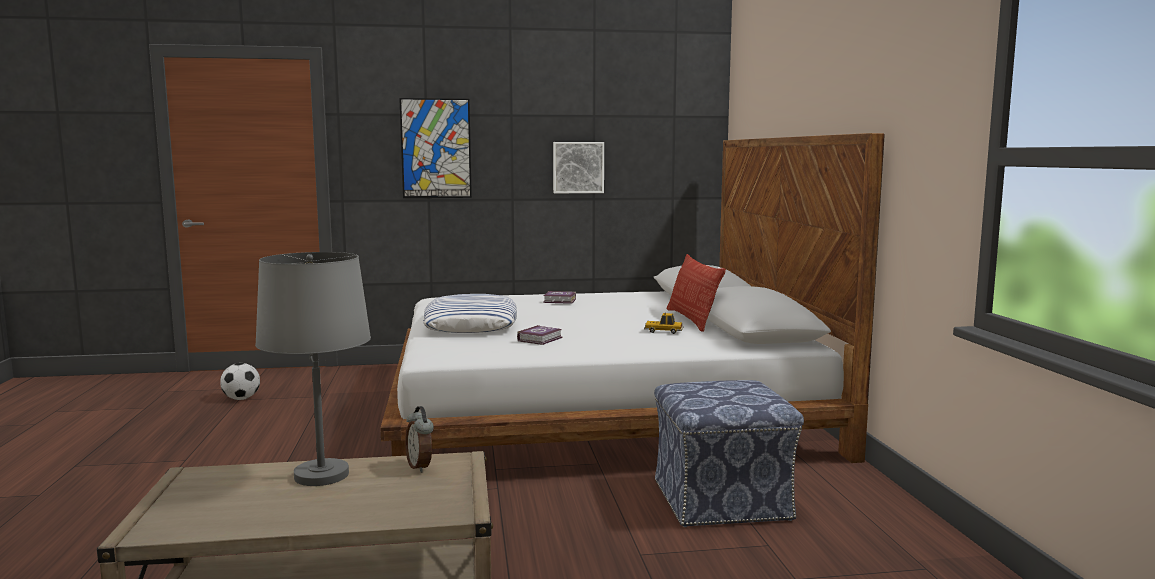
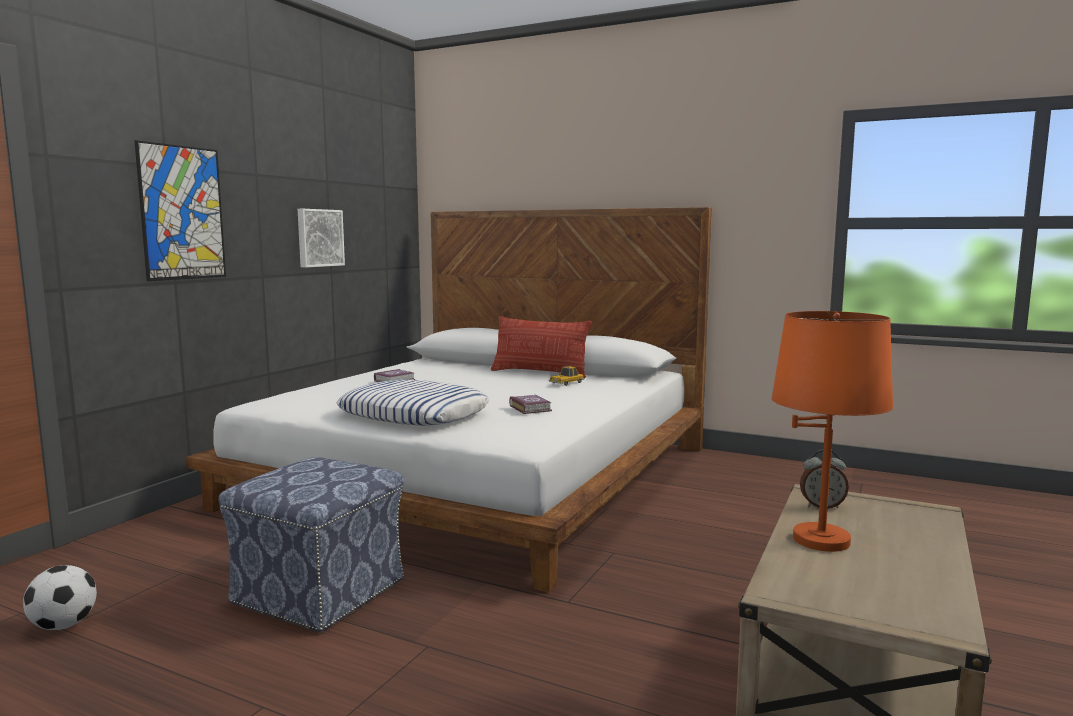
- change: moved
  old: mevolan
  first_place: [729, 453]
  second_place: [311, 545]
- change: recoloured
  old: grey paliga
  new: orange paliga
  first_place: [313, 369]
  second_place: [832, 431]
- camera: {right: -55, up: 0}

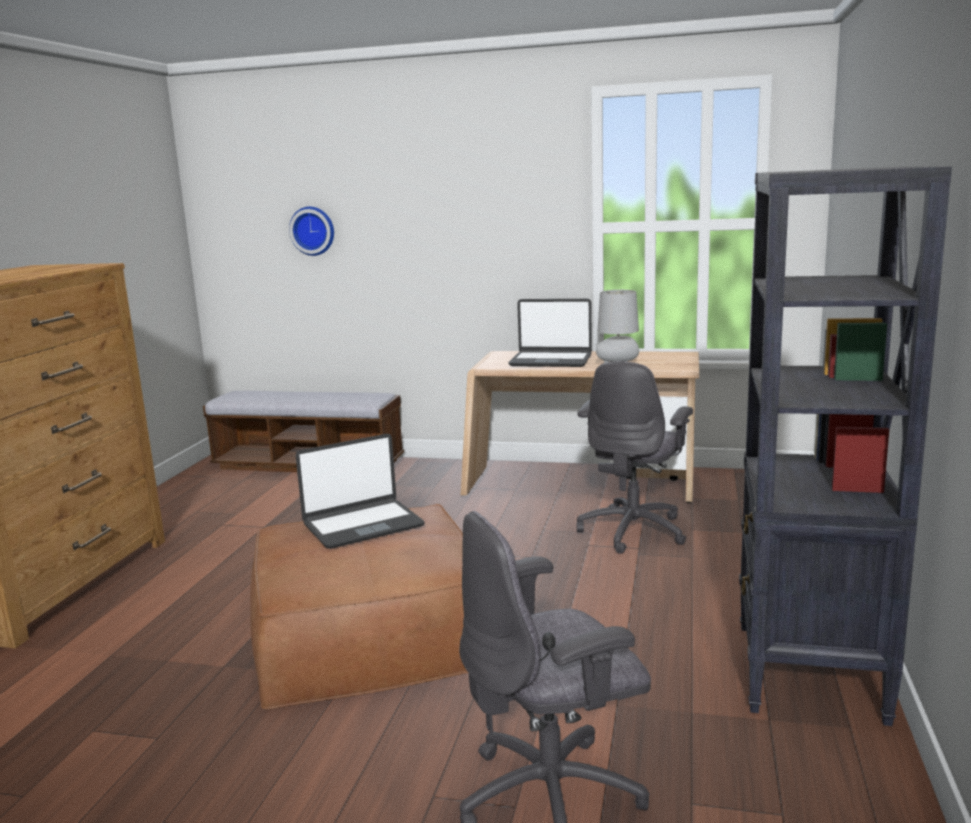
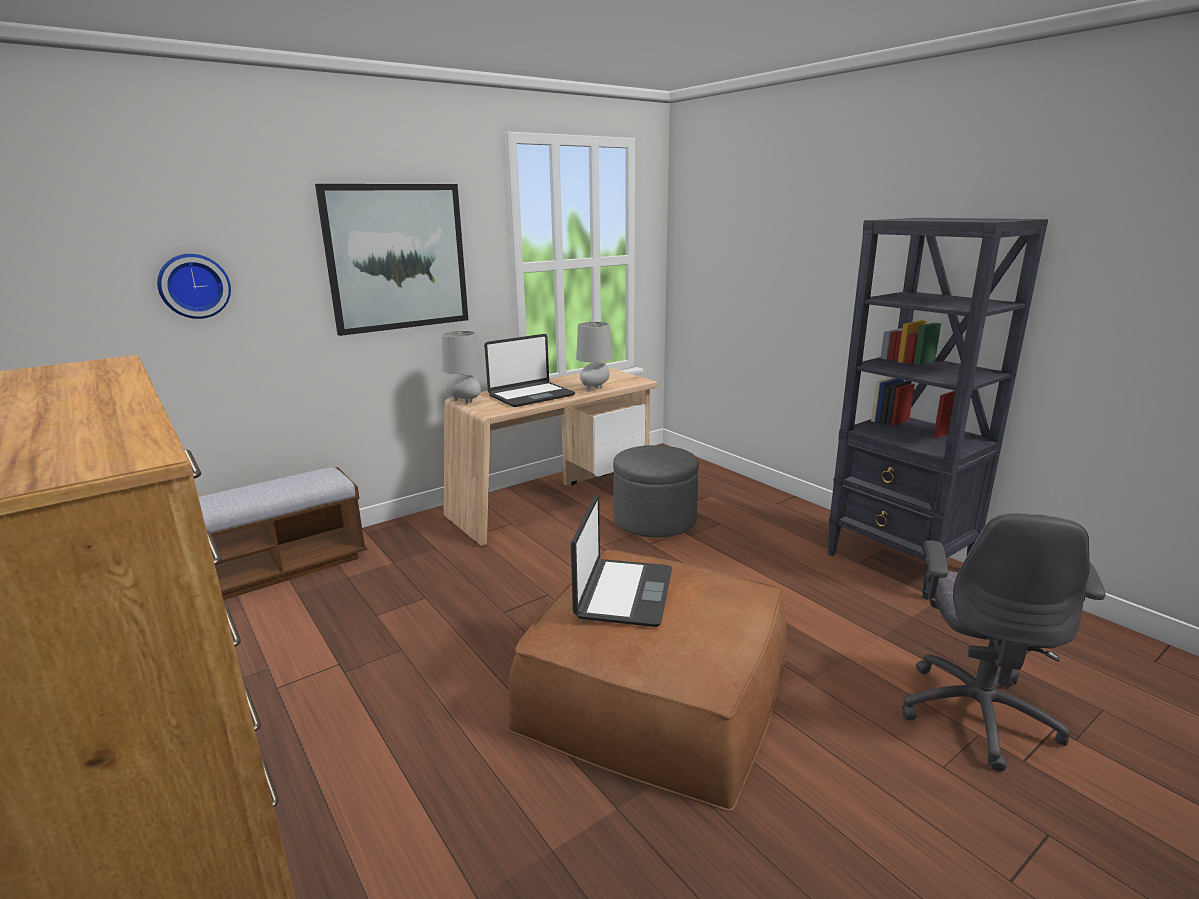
- change: added
  new: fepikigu
  second_place: [391, 260]
- change: added
  new: grey paliga
  second_place: [461, 367]
- change: replaced
  old: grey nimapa
  new: grey mevolan
  first_place: [634, 457]
  second_place: [656, 491]
- camera: {right: -50, up: 5}

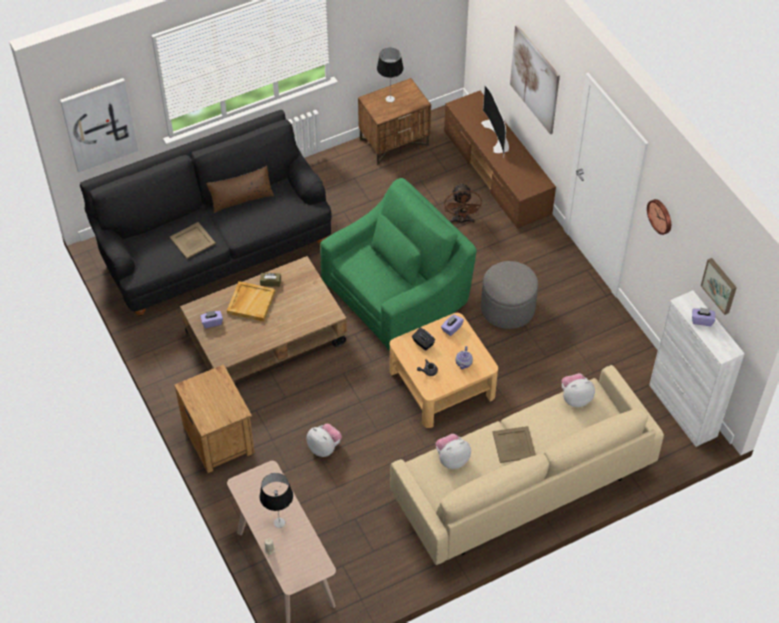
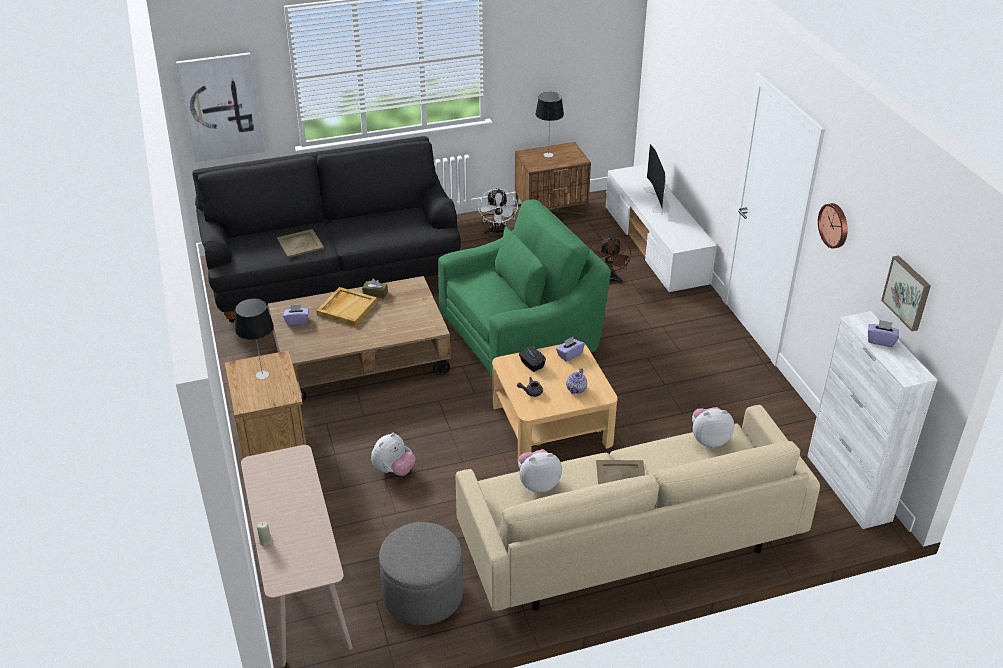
- change: removed
  old: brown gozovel
  first_place: [240, 189]
- change: removed
  old: fepikigu
  first_place: [535, 79]
- change: added
  new: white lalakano
  second_place: [498, 211]
- change: moved
  old: paliga
  first_place: [276, 500]
  second_place: [254, 339]
- change: moved
  old: grey mevolan
  first_place: [509, 295]
  second_place: [421, 573]
- change: recoloured
  old: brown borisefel
  new: white borisefel
  first_place: [500, 159]
  second_place: [661, 228]
- change: turned
  old: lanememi
  first_place: [324, 440]
  second_place: [393, 454]
  degrees: 75
- camera: {right: 10, up: -15}

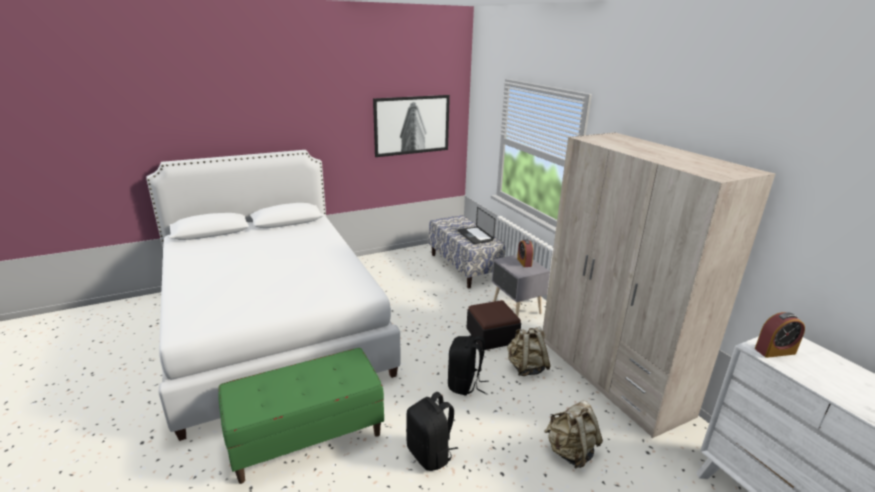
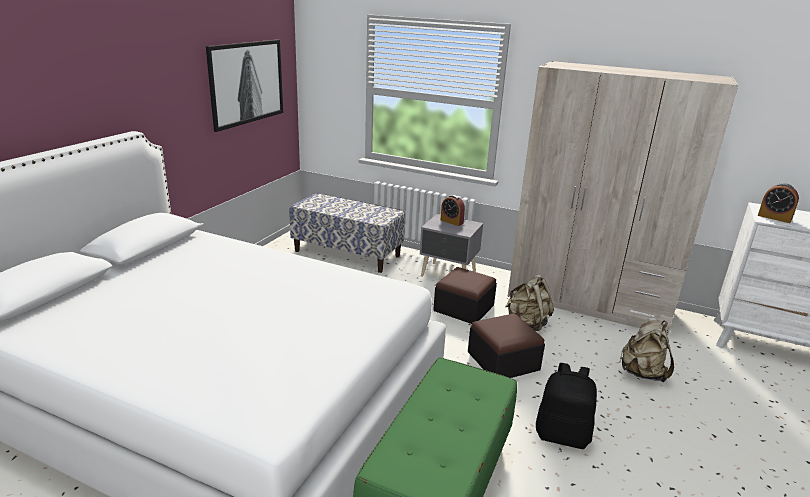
- change: removed
  old: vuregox
  first_place: [476, 225]
- change: replaced
  old: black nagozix
  new: mevolan
  first_place: [468, 365]
  second_place: [506, 345]
- change: turned
  old: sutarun
  first_place: [780, 335]
  second_place: [778, 203]
  degrees: 90
- camera: {right: -40, up: 0}

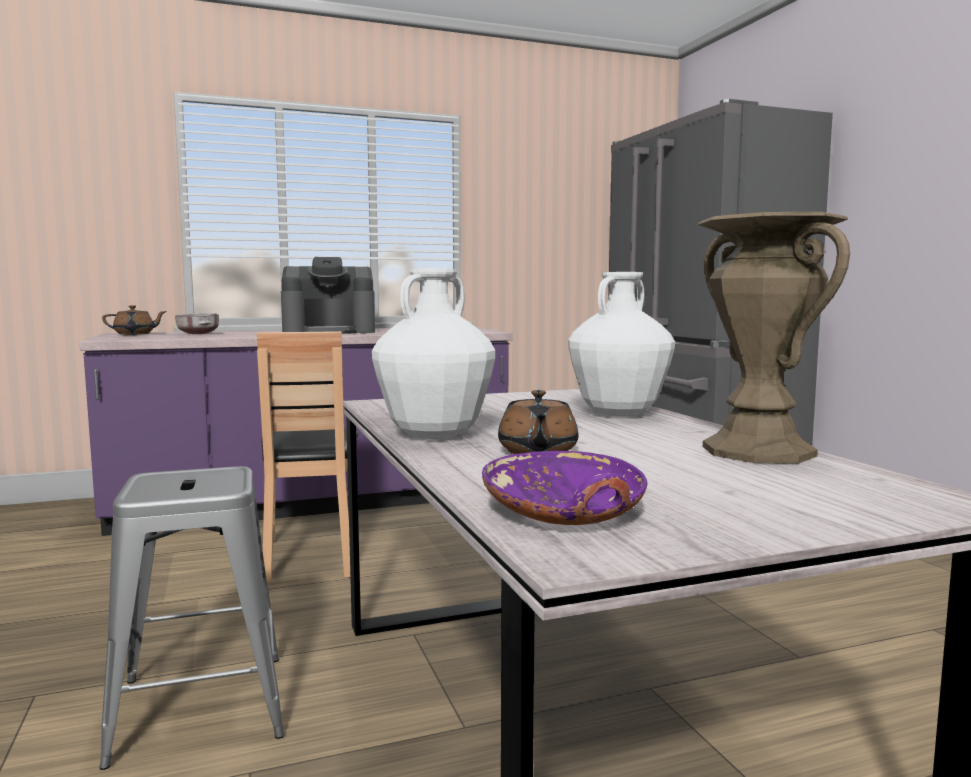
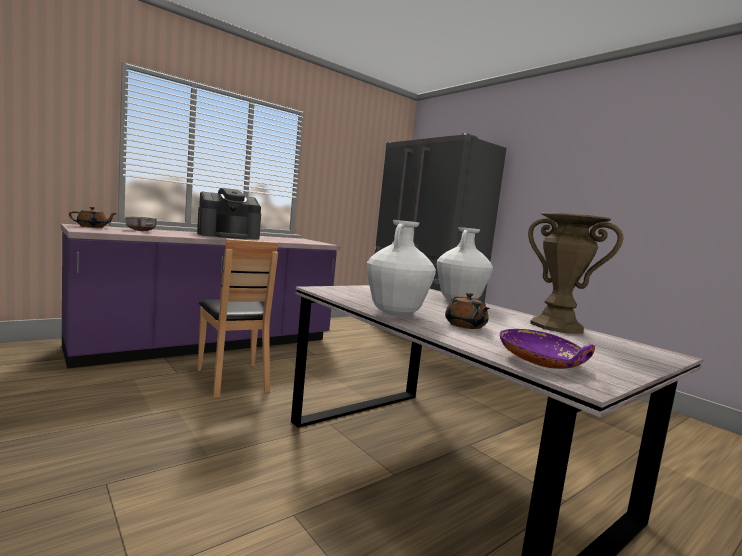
- change: removed
  old: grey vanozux
  first_place: [191, 618]
- camera: {right: -20, up: 0}

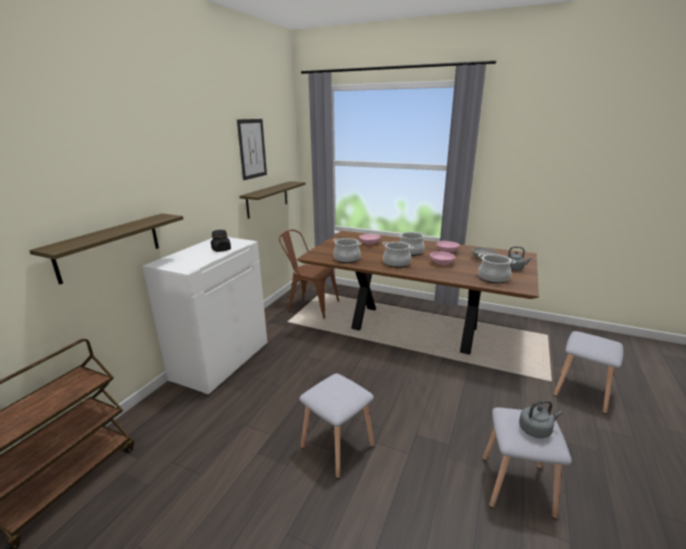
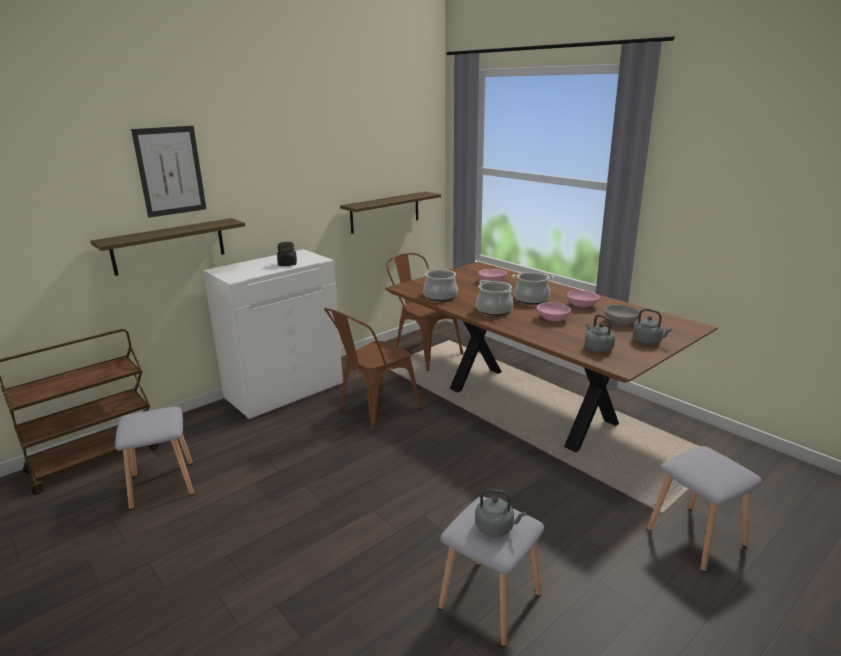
- change: added
  new: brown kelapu
  second_place: [373, 370]
- change: moved
  old: fepikigu
  first_place: [252, 149]
  second_place: [168, 172]
- change: moved
  old: grey vanozux
  first_place: [336, 426]
  second_place: [154, 458]
- change: replaced
  old: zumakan
  new: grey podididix
  first_place: [497, 269]
  second_place: [600, 333]
- camera: {right: 25, up: 0}

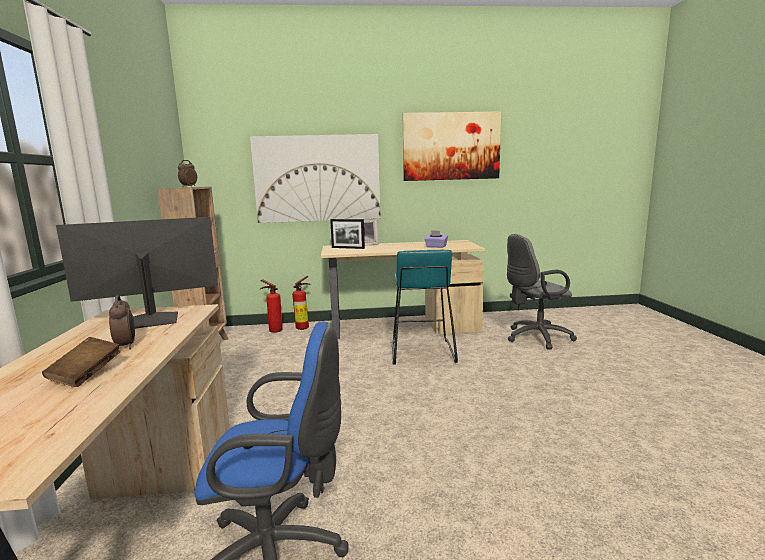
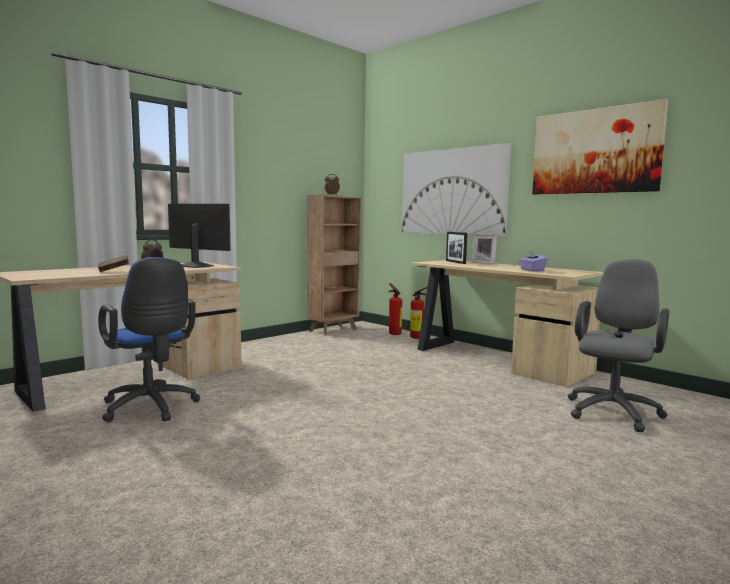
- change: removed
  old: turquoise vanozux
  first_place: [425, 307]
- change: turned
  old: grey nimapa
  first_place: [542, 292]
  second_place: [618, 345]
  degrees: 90
- camera: {right: 50, up: -5}

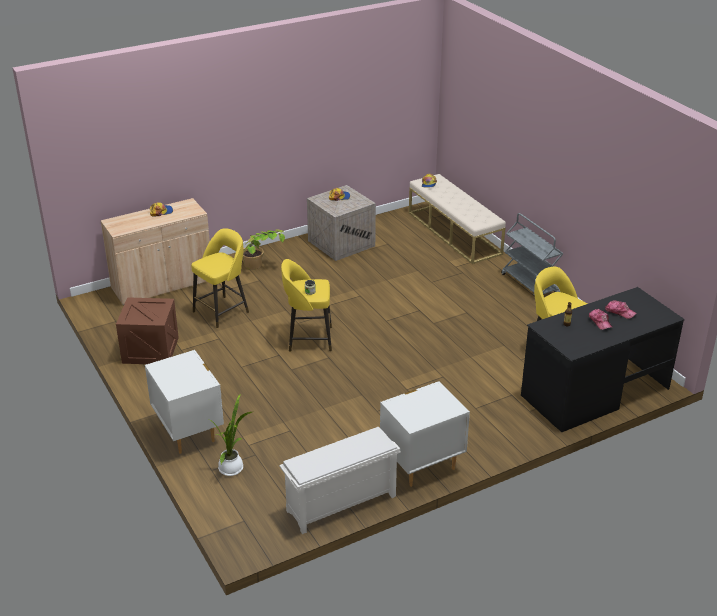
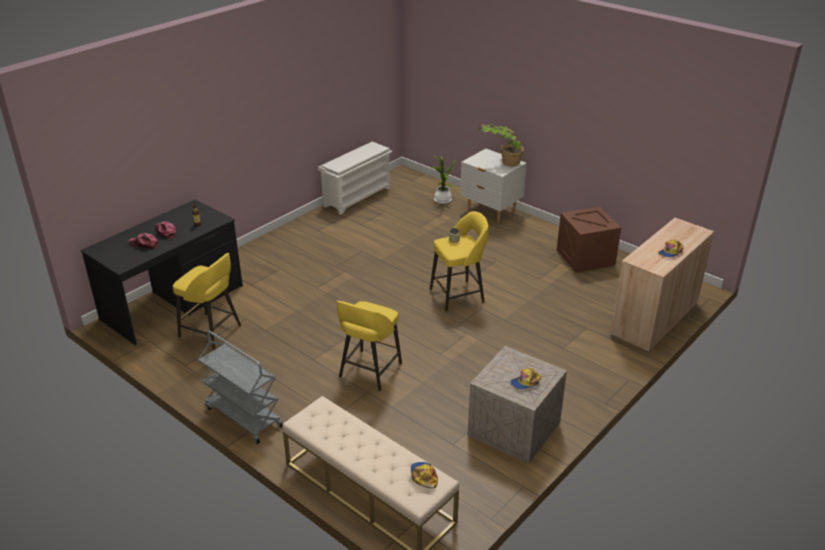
- change: removed
  old: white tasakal
  first_place: [425, 434]
- change: moved
  old: yellow vanozux
  first_place: [220, 278]
  second_place: [369, 345]
- change: moved
  old: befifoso
  first_place: [264, 249]
  second_place: [501, 145]
- camera: {right: 160, up: 0}

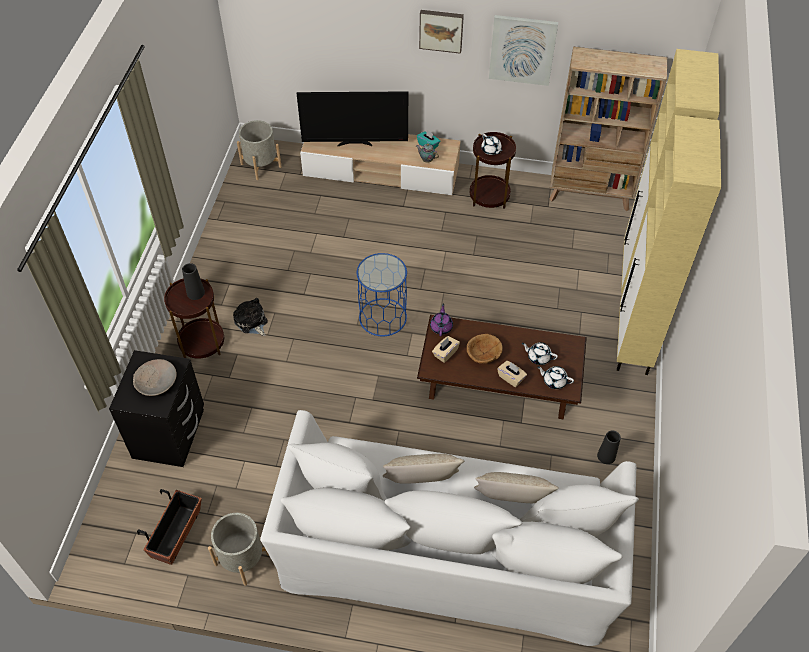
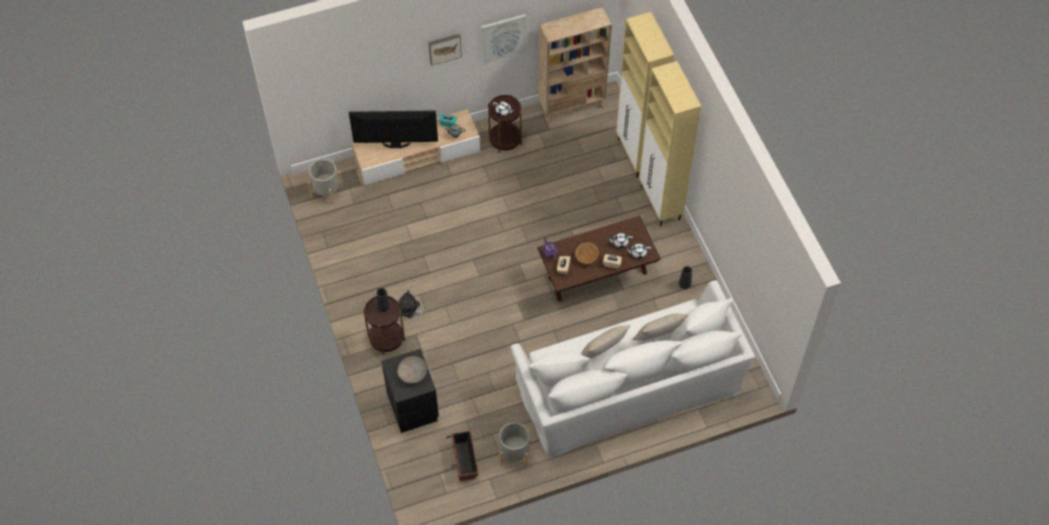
- change: removed
  old: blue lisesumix
  first_place: [382, 294]
- change: turned
  old: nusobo
  first_place: [352, 119]
  second_place: [393, 129]
  degrees: -150
- camera: {right: -30, up: 5}

